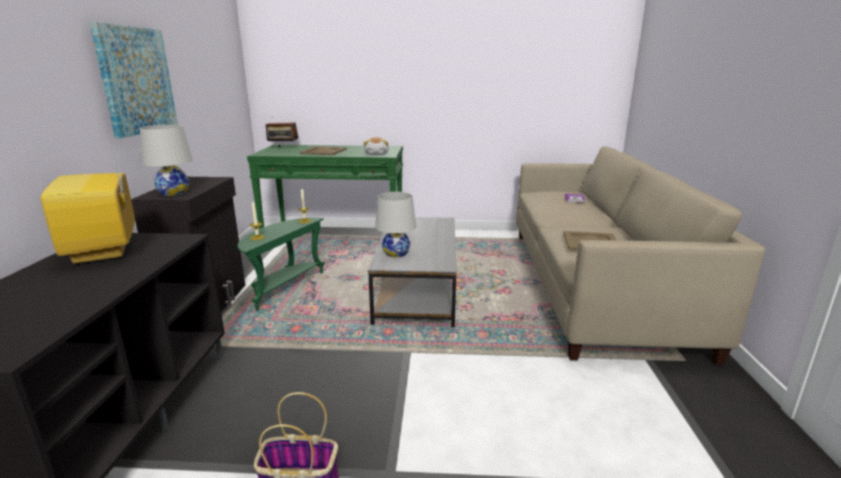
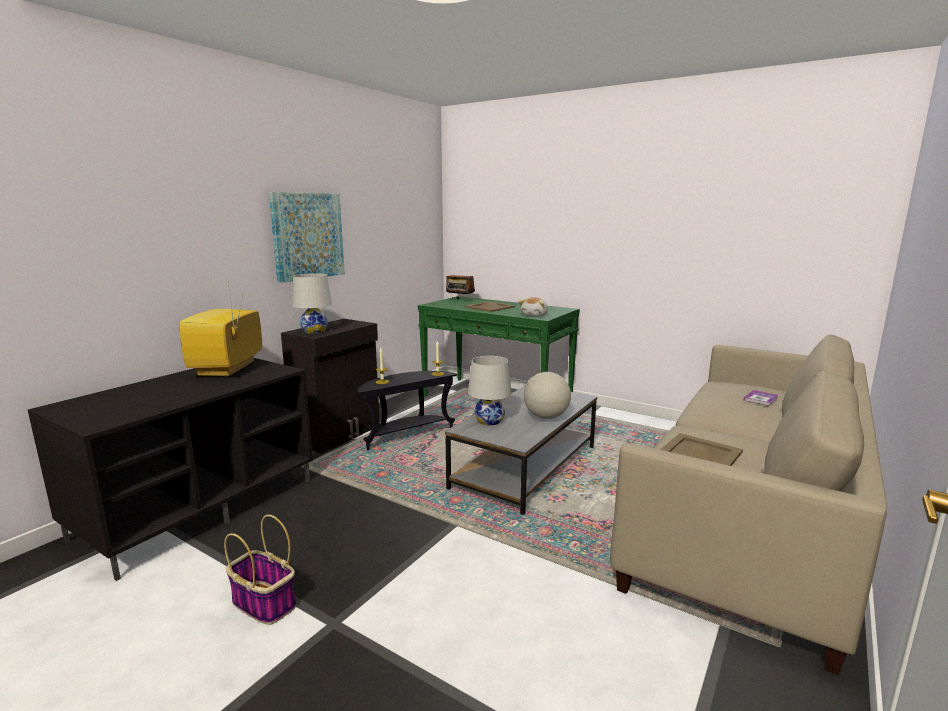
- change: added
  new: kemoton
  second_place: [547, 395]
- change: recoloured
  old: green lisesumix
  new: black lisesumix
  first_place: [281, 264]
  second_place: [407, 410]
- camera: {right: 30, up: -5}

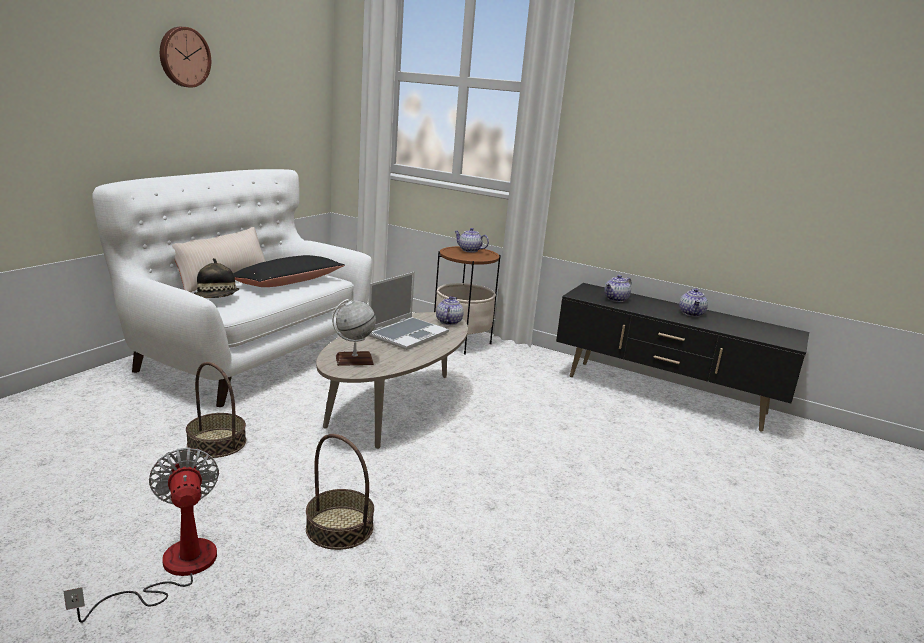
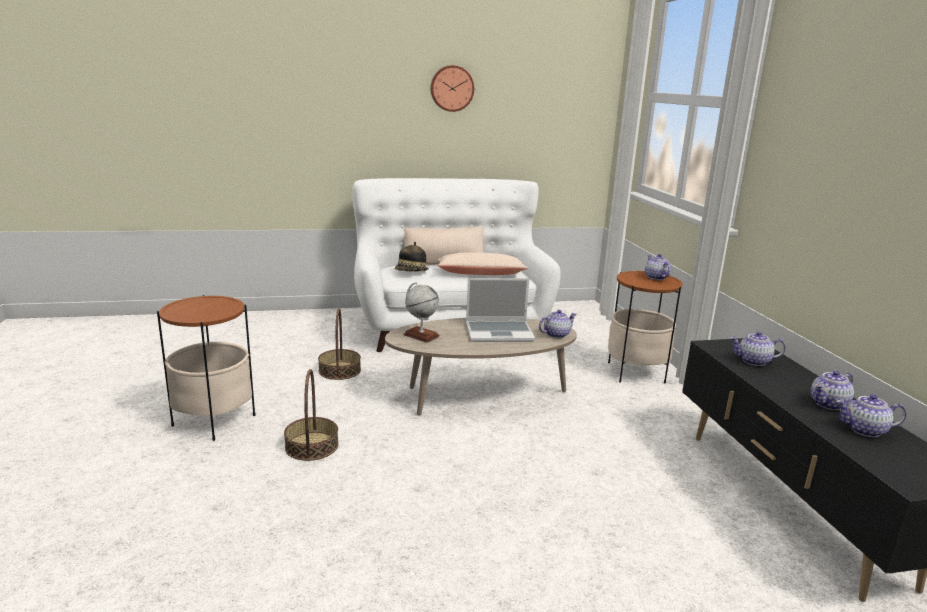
- change: added
  new: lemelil
  second_place: [871, 415]
- change: replaced
  old: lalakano
  new: lisesumix
  first_place: [141, 535]
  second_place: [206, 368]
- change: recoloured
  old: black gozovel
  new: beige gozovel
  first_place: [289, 271]
  second_place: [482, 263]
- camera: {right: 50, up: 0}

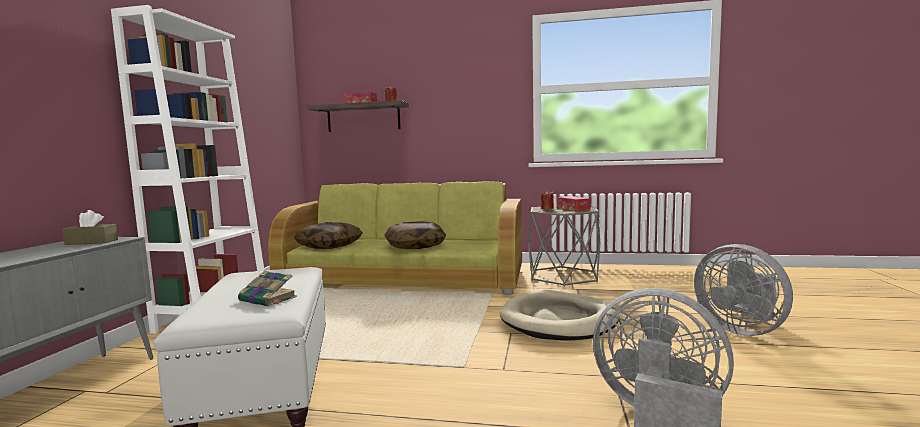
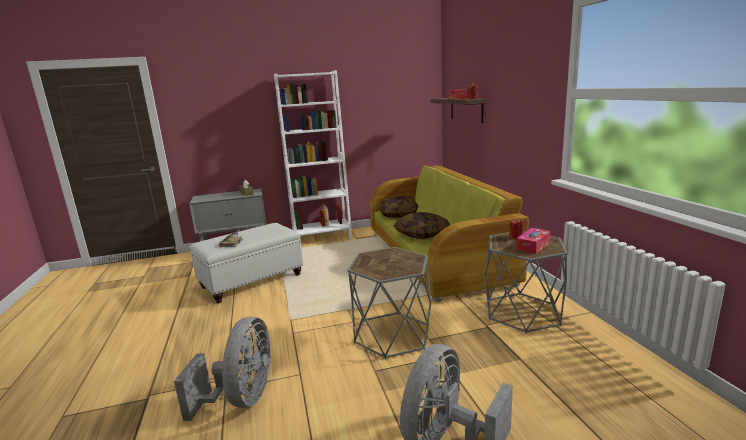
- change: replaced
  old: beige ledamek
  new: grey lisesumix
  first_place: [559, 315]
  second_place: [389, 303]
- camera: {right: 65, up: 10}

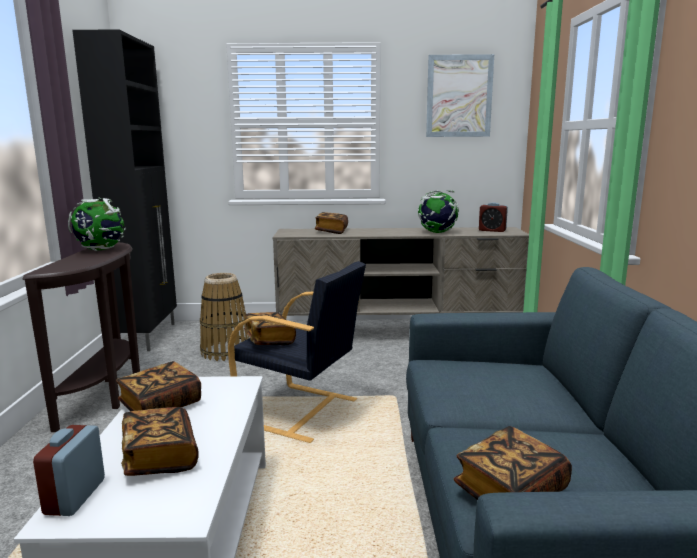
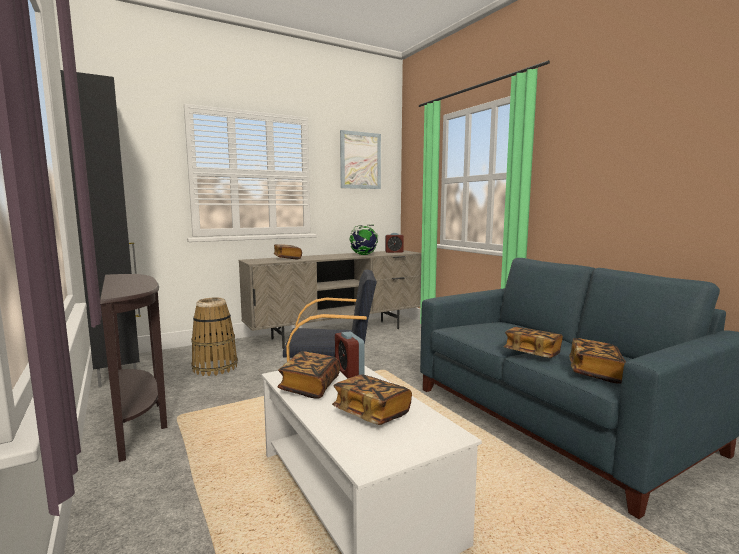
- change: removed
  old: kemoton
  first_place: [97, 224]
- change: moved
  old: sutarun
  first_place: [69, 470]
  second_place: [349, 354]
- change: moved
  old: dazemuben
  first_place: [270, 328]
  second_place: [533, 342]
- camera: {right: -30, up: -5}

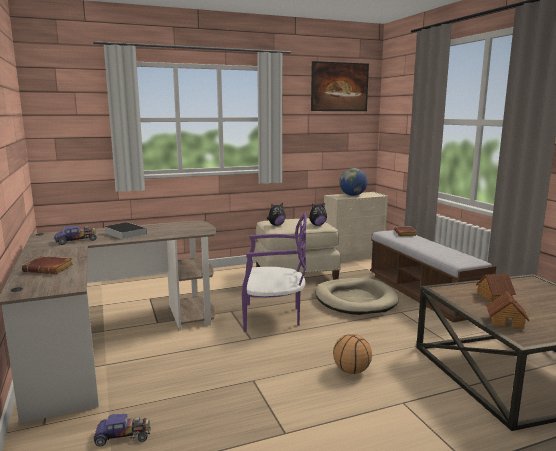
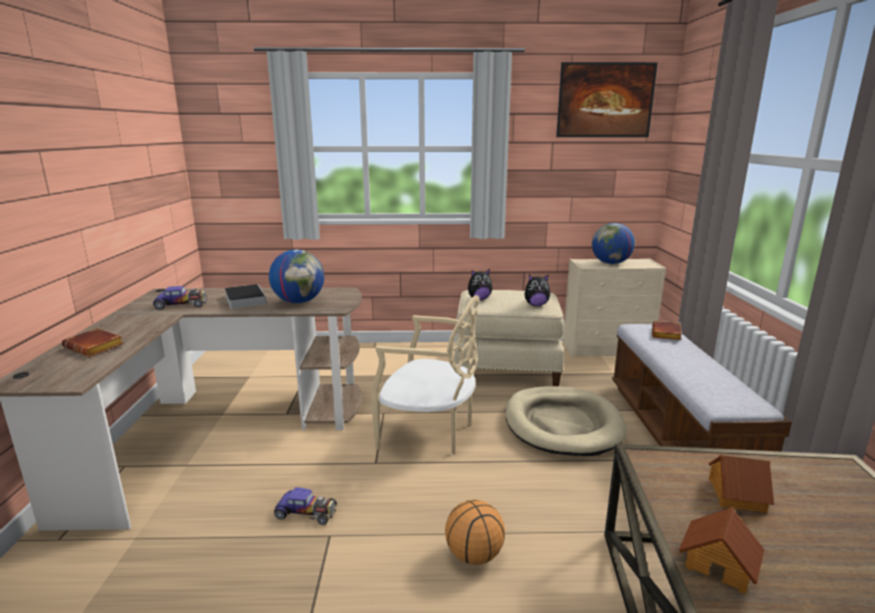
- change: added
  new: kemoton
  second_place: [296, 276]
- change: moved
  old: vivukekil
  first_place: [122, 430]
  second_place: [305, 506]
- change: recoloured
  old: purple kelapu
  new: beige kelapu
  first_place: [274, 272]
  second_place: [425, 374]
- camera: {right: 20, up: 5}

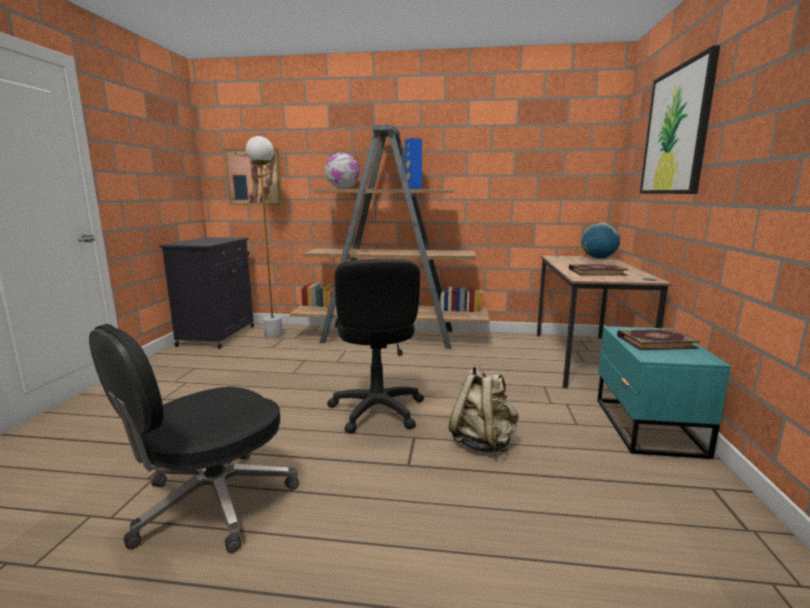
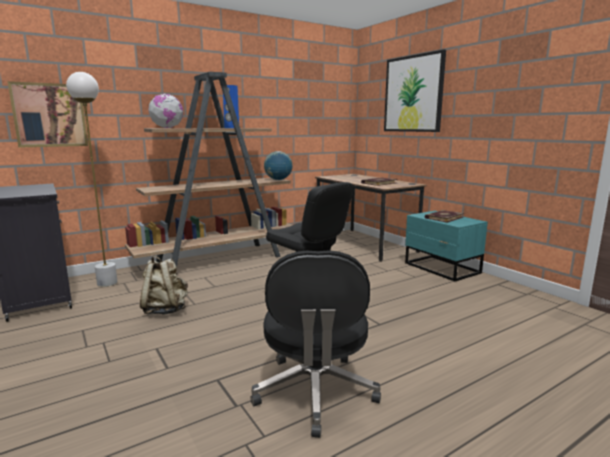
- change: moved
  old: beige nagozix
  first_place: [484, 409]
  second_place: [164, 285]
- change: moved
  old: kemoton
  first_place: [601, 241]
  second_place: [278, 165]
- camera: {right: -40, up: 0}

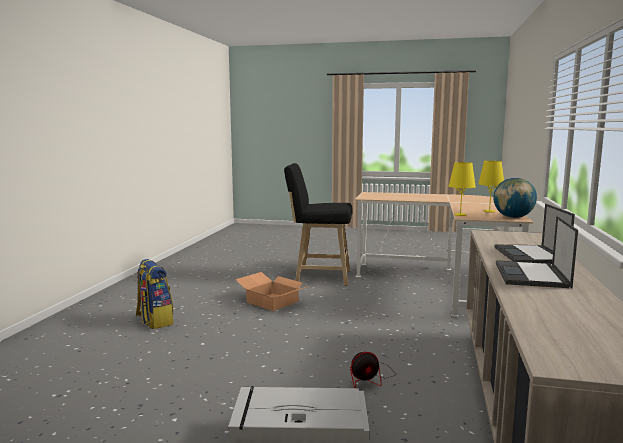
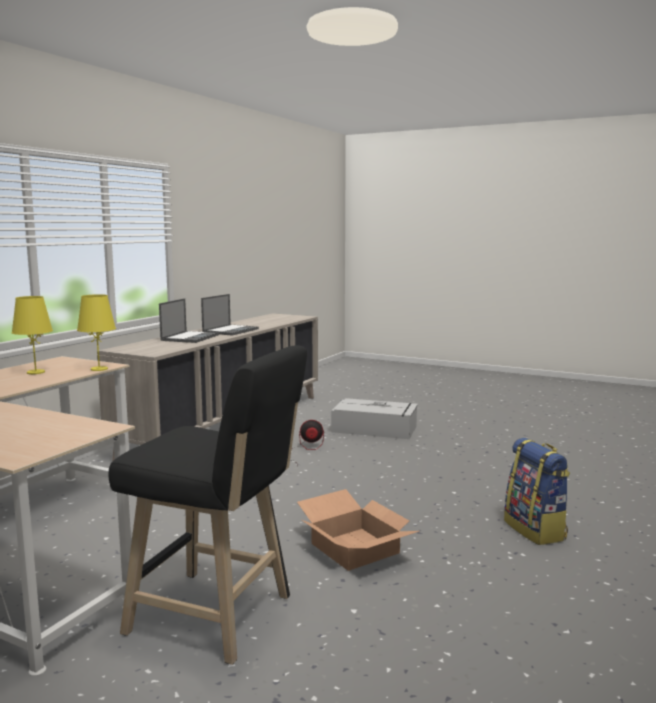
- change: removed
  old: kemoton
  first_place: [515, 197]
- camera: {right: -165, up: 0}

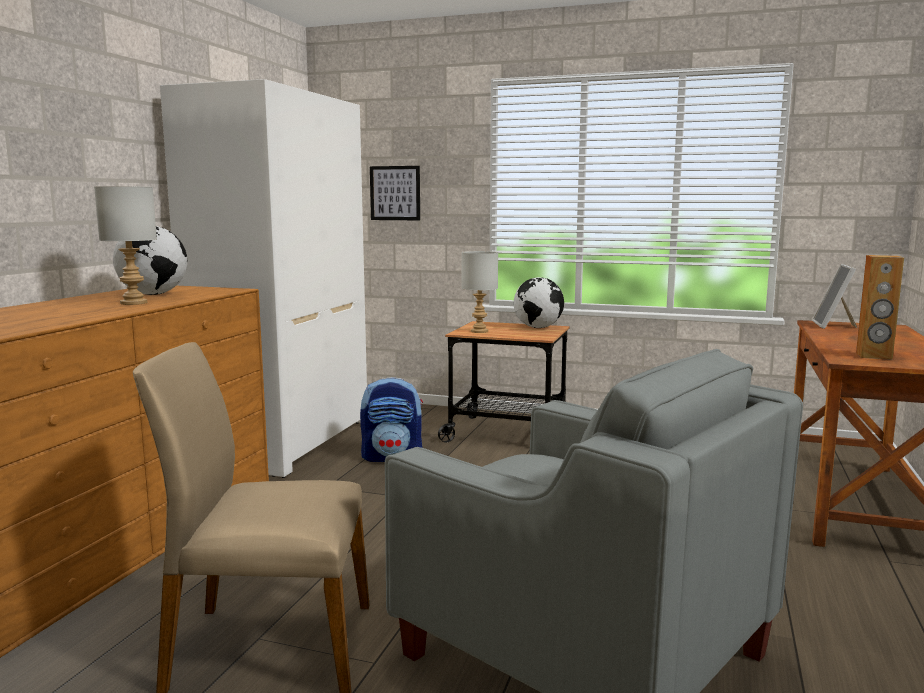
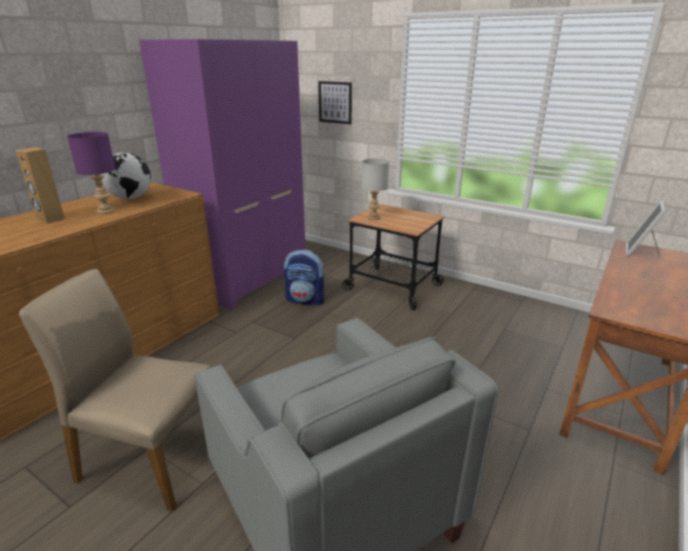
- change: removed
  old: kemoton
  first_place: [539, 302]
- change: moved
  old: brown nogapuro
  first_place: [880, 307]
  second_place: [40, 185]
- change: recoloured
  old: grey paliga
  new: purple paliga
  first_place: [125, 245]
  second_place: [91, 173]
- change: recoloured
  old: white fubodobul
  new: purple fubodobul
  first_place: [263, 278]
  second_place: [222, 174]
- camera: {right: 15, up: 15}

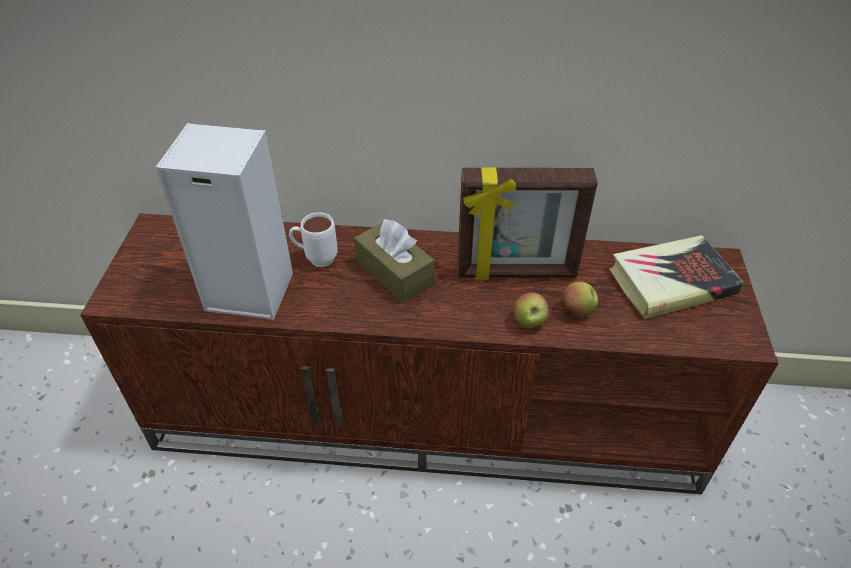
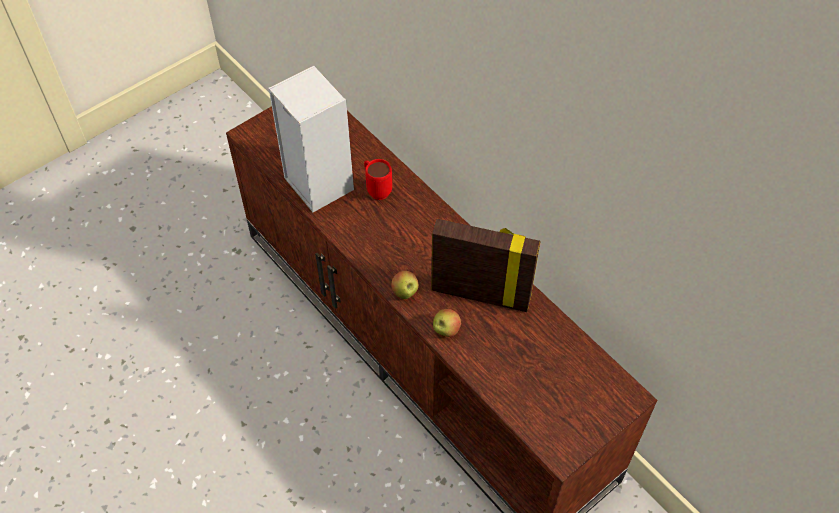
- change: removed
  old: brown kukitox
  first_place: [394, 261]
- change: removed
  old: dazemuben
  first_place: [676, 277]
- change: moved
  old: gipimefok
  first_place: [580, 299]
  second_place: [405, 285]
- change: recoloured
  old: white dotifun
  new: red dotifun
  first_place: [313, 239]
  second_place: [378, 179]
- change: turned
  old: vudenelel
  first_place: [528, 223]
  second_place: [485, 265]
  degrees: 150
- camera: {right: 45, up: 10}

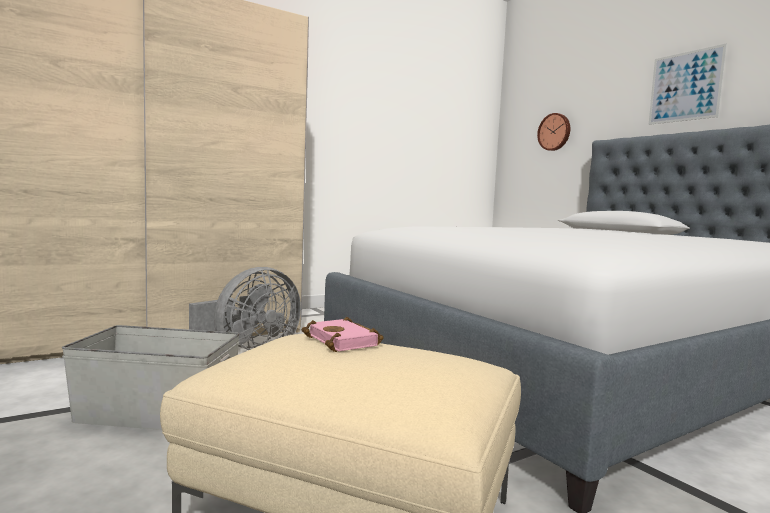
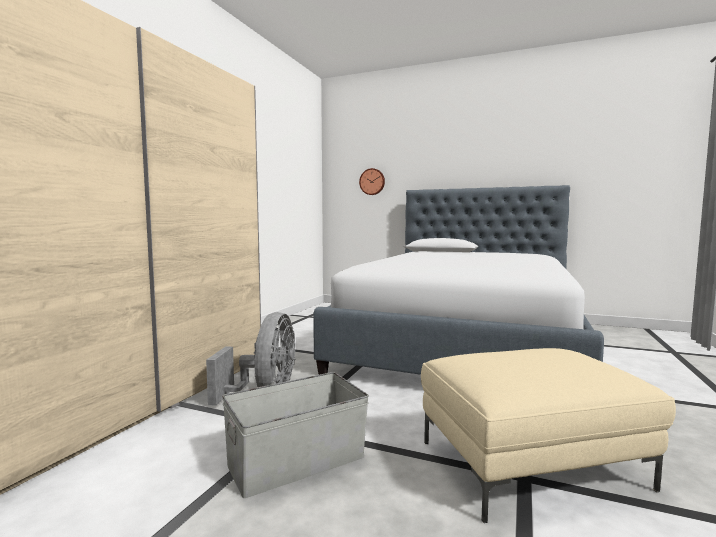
- change: removed
  old: pink dazemuben
  first_place: [343, 334]
- change: removed
  old: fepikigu
  first_place: [688, 84]
- camera: {right: -35, up: 0}

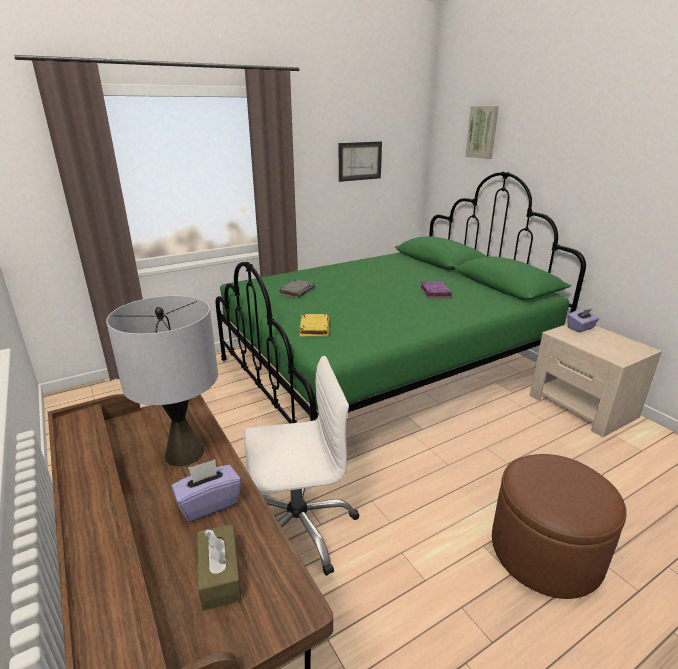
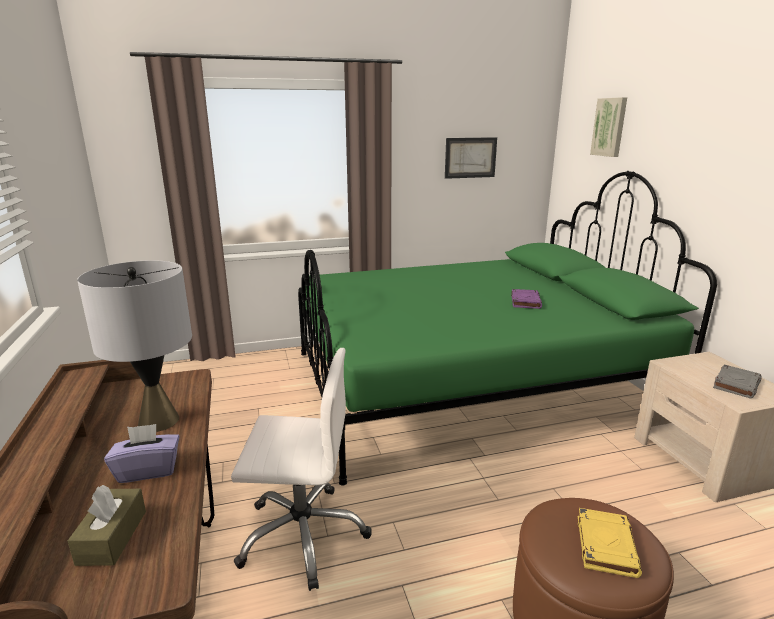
- change: removed
  old: purple kukitox
  first_place: [583, 320]
- change: moved
  old: grey dazemuben
  first_place: [296, 289]
  second_place: [737, 381]
- change: moved
  old: yellow dazemuben
  first_place: [314, 325]
  second_place: [610, 543]
- camera: {right: 15, up: -5}

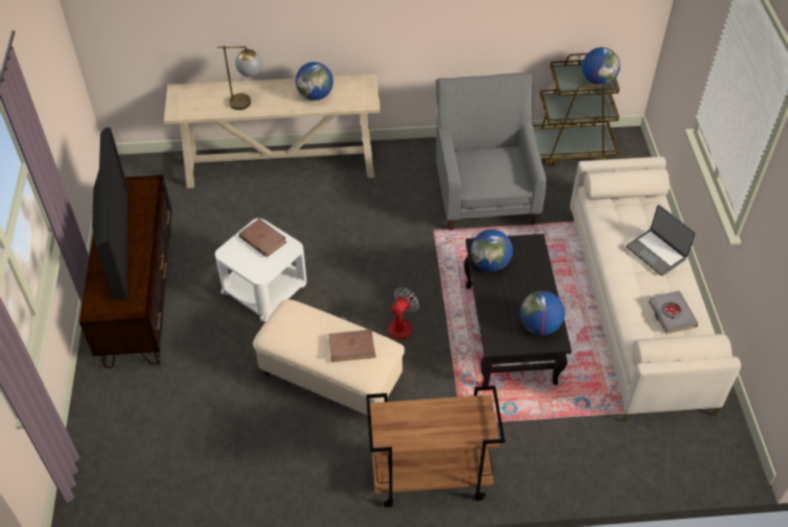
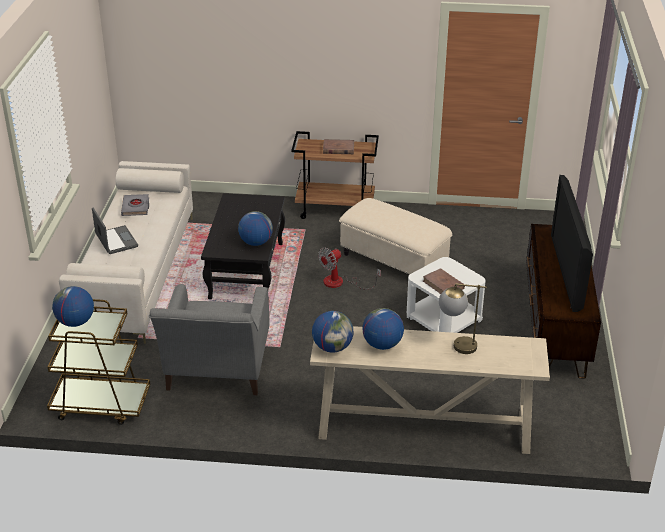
- change: moved
  old: brown dazemuben
  first_place: [352, 345]
  second_place: [338, 146]
- change: moved
  old: kemoton
  first_place: [542, 313]
  second_place: [332, 332]
- camera: {right: -170, up: -15}

